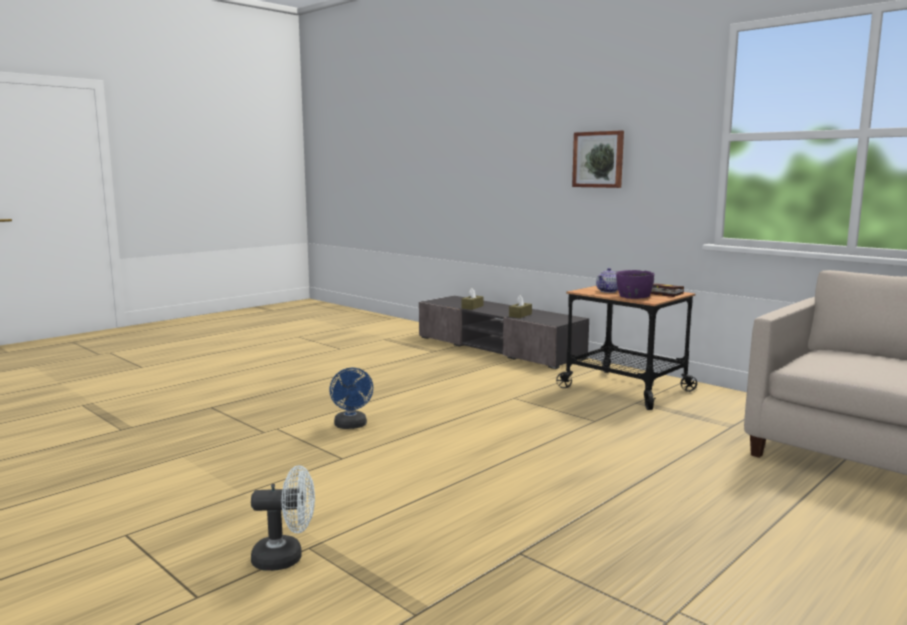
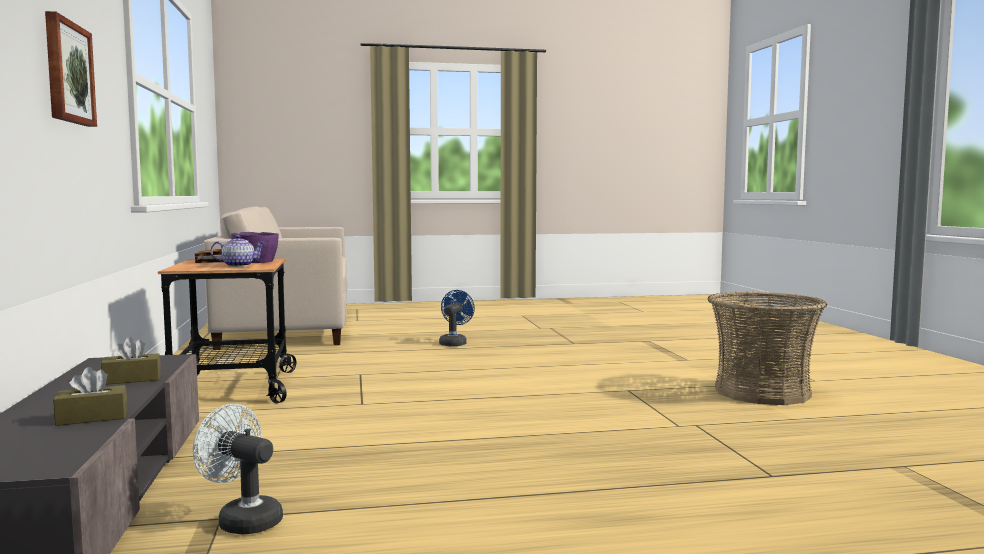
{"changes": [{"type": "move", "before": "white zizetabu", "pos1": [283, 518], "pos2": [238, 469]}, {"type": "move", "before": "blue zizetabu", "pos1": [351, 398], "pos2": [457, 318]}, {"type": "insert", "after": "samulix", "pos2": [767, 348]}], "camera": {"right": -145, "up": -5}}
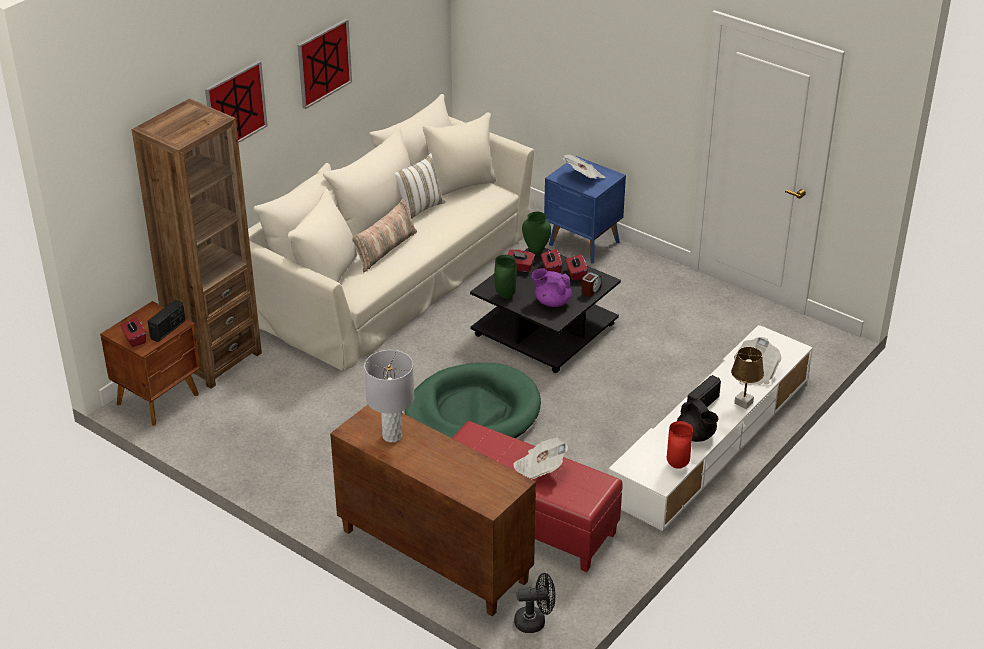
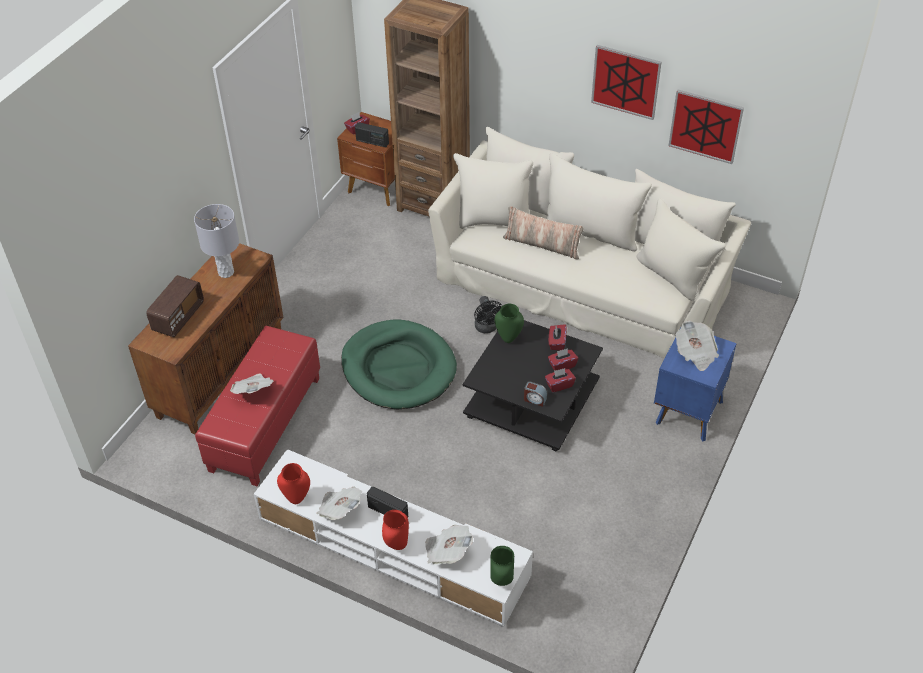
{"changes": [{"type": "move", "before": "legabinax", "pos1": [236, 101], "pos2": [706, 127]}, {"type": "delete", "before": "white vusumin", "pos1": [420, 186]}, {"type": "move", "before": "black zizetabu", "pos1": [535, 603], "pos2": [488, 314]}, {"type": "move", "before": "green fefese", "pos1": [536, 233], "pos2": [502, 566]}, {"type": "delete", "before": "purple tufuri", "pos1": [552, 287]}, {"type": "replace", "before": "black tufuri", "after": "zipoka", "pos1": [697, 421], "pos2": [339, 503]}, {"type": "replace", "before": "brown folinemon", "after": "red fefese", "pos1": [747, 378], "pos2": [395, 530]}, {"type": "insert", "after": "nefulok", "pos2": [175, 306]}], "camera": {"right": 80, "up": 10}}
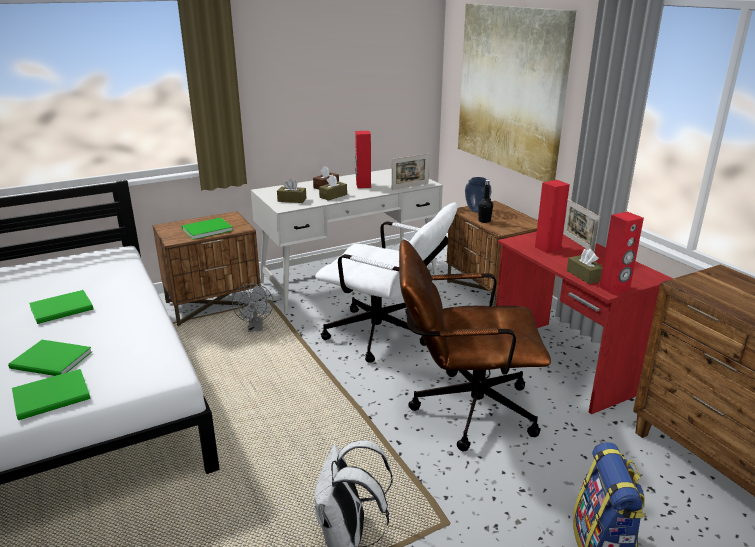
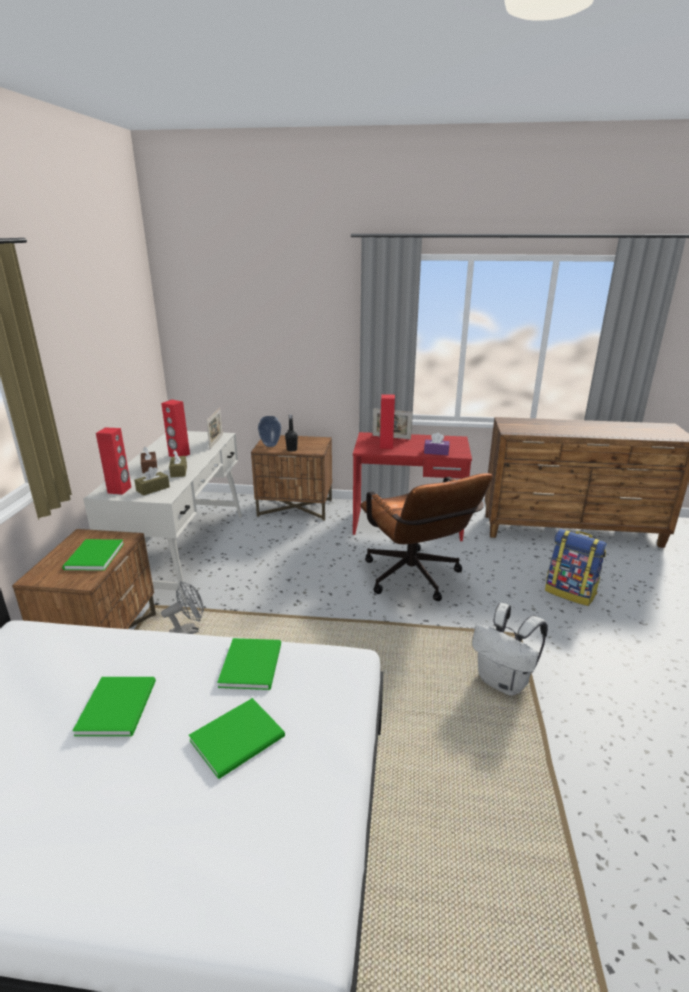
{"changes": [{"type": "move", "before": "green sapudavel", "pos1": [51, 394], "pos2": [249, 664]}, {"type": "rotate", "before": "grey zizetabu", "pos1": [253, 307], "pos2": [182, 607], "turn": -60}, {"type": "delete", "before": "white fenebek", "pos1": [386, 282]}, {"type": "rotate", "before": "brown fenebek", "pos1": [475, 345], "pos2": [426, 537], "turn": -60}, {"type": "delete", "before": "legabinax", "pos1": [517, 92]}, {"type": "recolor", "before": "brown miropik", "after": "purple miropik", "pos1": [585, 266], "pos2": [437, 443]}, {"type": "move", "before": "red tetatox", "pos1": [621, 253], "pos2": [113, 461]}], "camera": {"right": -55, "up": 0}}
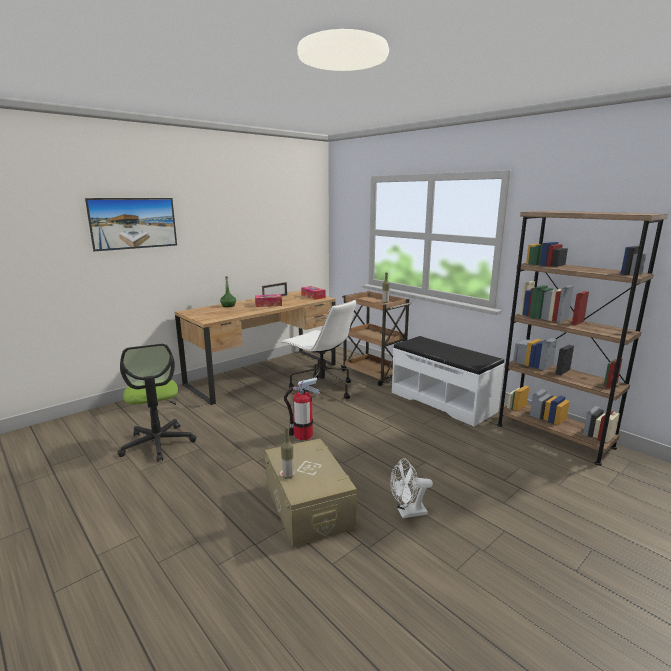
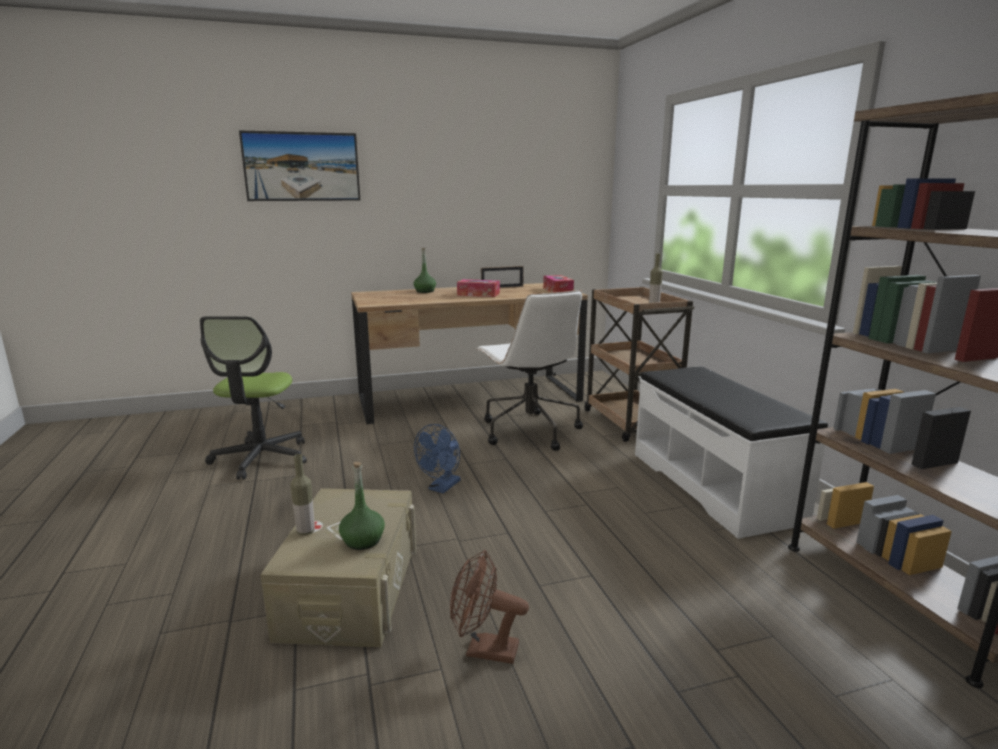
{"changes": [{"type": "replace", "before": "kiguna", "after": "blue zizetabu", "pos1": [302, 408], "pos2": [437, 458]}, {"type": "recolor", "before": "white zizetabu", "after": "brown zizetabu", "pos1": [412, 488], "pos2": [489, 607]}, {"type": "insert", "after": "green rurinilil", "pos2": [362, 506]}], "camera": {"right": 25, "up": 0}}
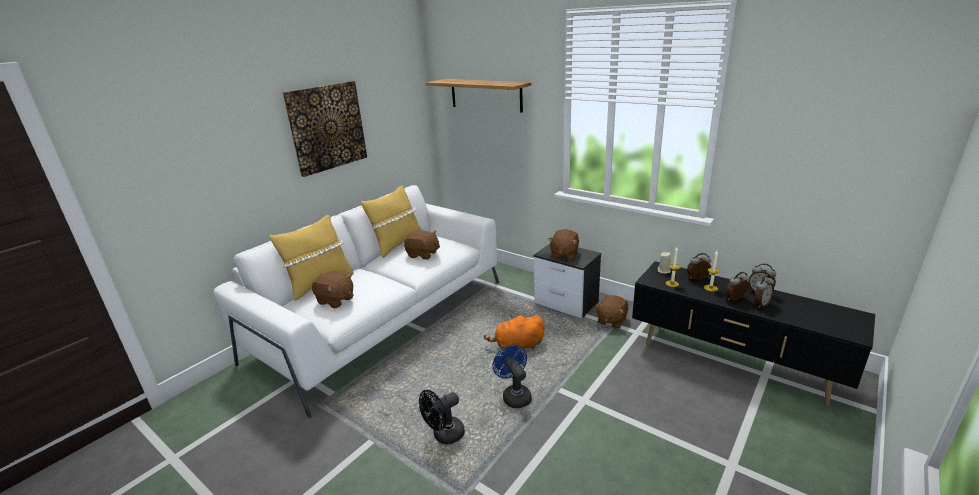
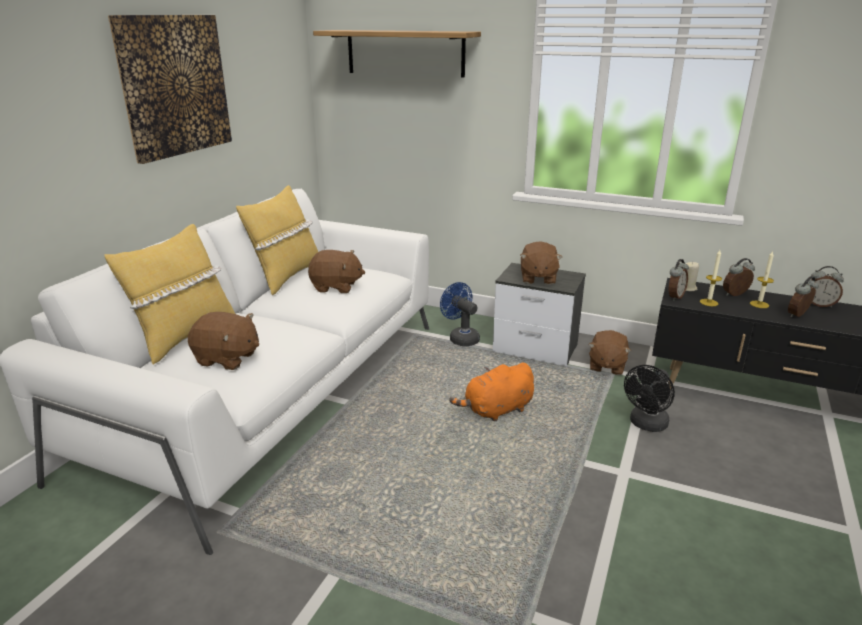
{"changes": [{"type": "move", "before": "black zizetabu", "pos1": [442, 417], "pos2": [649, 398]}, {"type": "move", "before": "blue zizetabu", "pos1": [512, 376], "pos2": [460, 314]}, {"type": "move", "before": "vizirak", "pos1": [764, 291], "pos2": [679, 280]}], "camera": {"right": -15, "up": 0}}
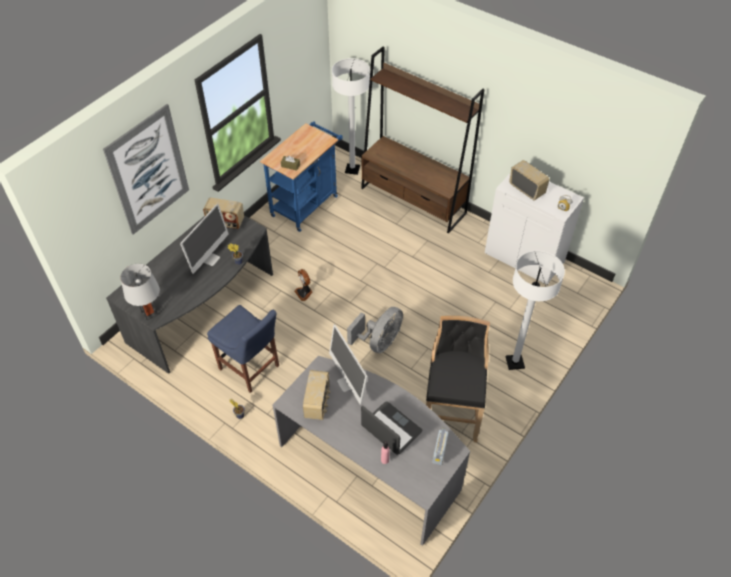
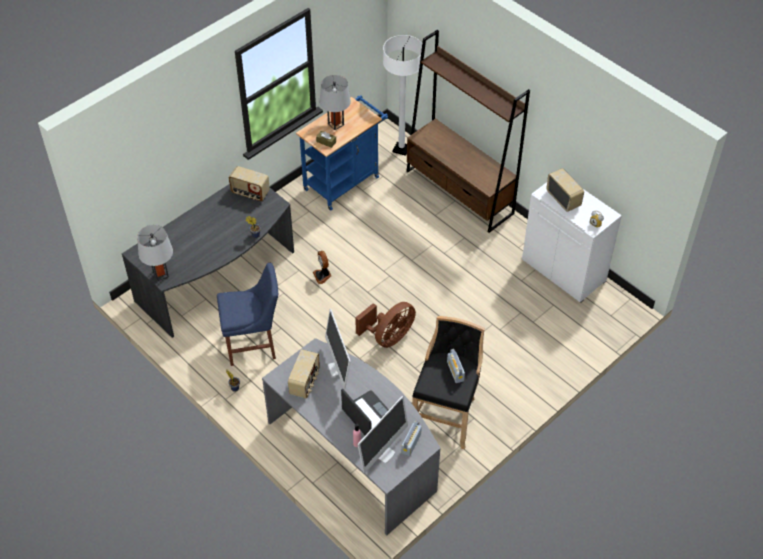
{"changes": [{"type": "delete", "before": "legabinax", "pos1": [146, 169]}, {"type": "move", "before": "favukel", "pos1": [204, 239], "pos2": [383, 434]}, {"type": "rotate", "before": "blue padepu", "pos1": [243, 349], "pos2": [247, 314], "turn": -60}, {"type": "recolor", "before": "grey zizetabu", "after": "brown zizetabu", "pos1": [375, 330], "pos2": [385, 325]}, {"type": "delete", "before": "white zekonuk", "pos1": [535, 310]}, {"type": "insert", "after": "grey folinemon", "pos2": [335, 102]}, {"type": "insert", "after": "nefulok", "pos2": [456, 366]}], "camera": {"right": 10, "up": 0}}
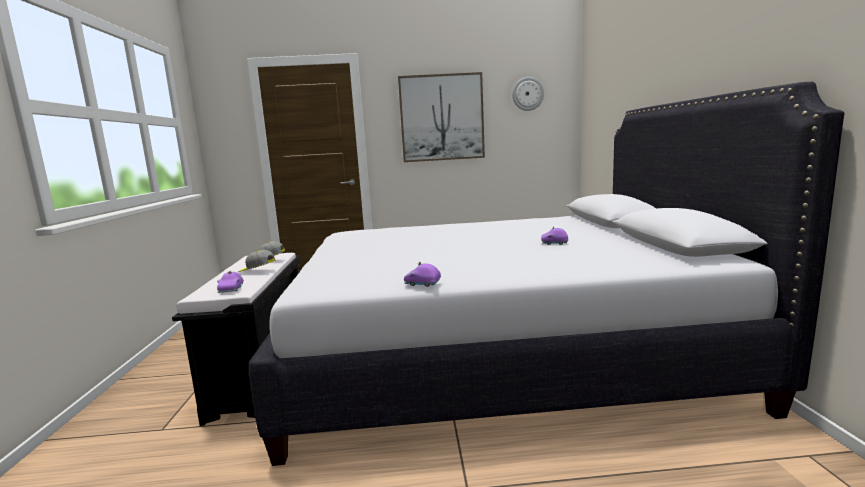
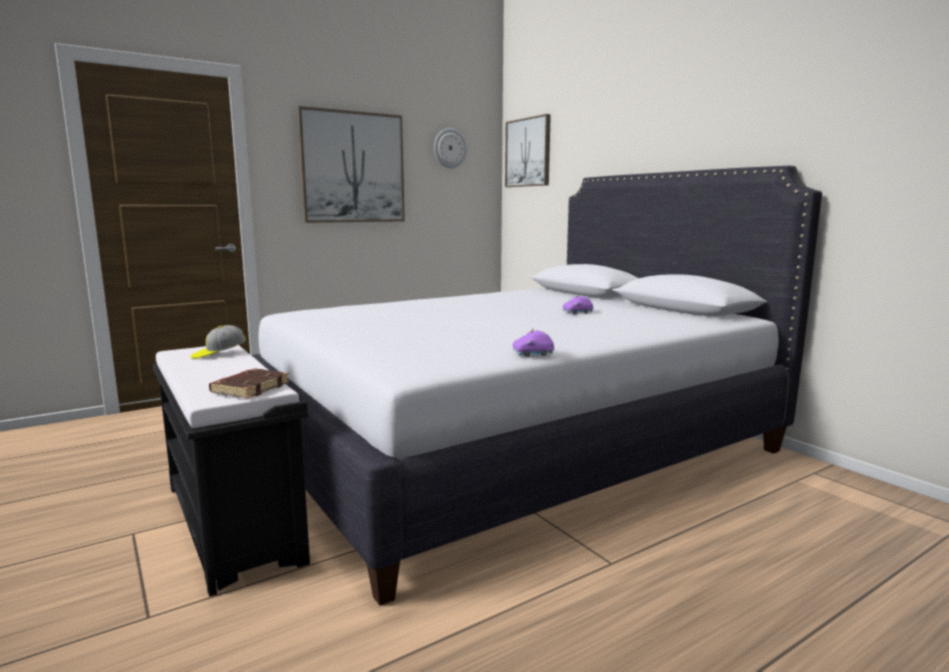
{"changes": [{"type": "replace", "before": "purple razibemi", "after": "brown sapudavel", "pos1": [230, 282], "pos2": [249, 383]}, {"type": "delete", "before": "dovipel", "pos1": [257, 261]}, {"type": "insert", "after": "legabinax", "pos2": [528, 150]}], "camera": {"right": -30, "up": 0}}
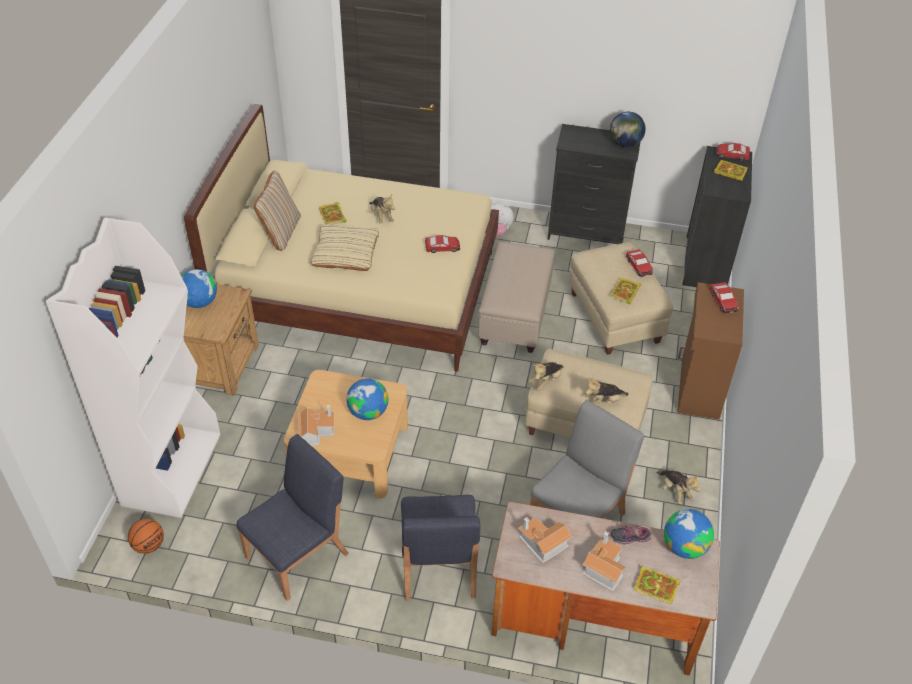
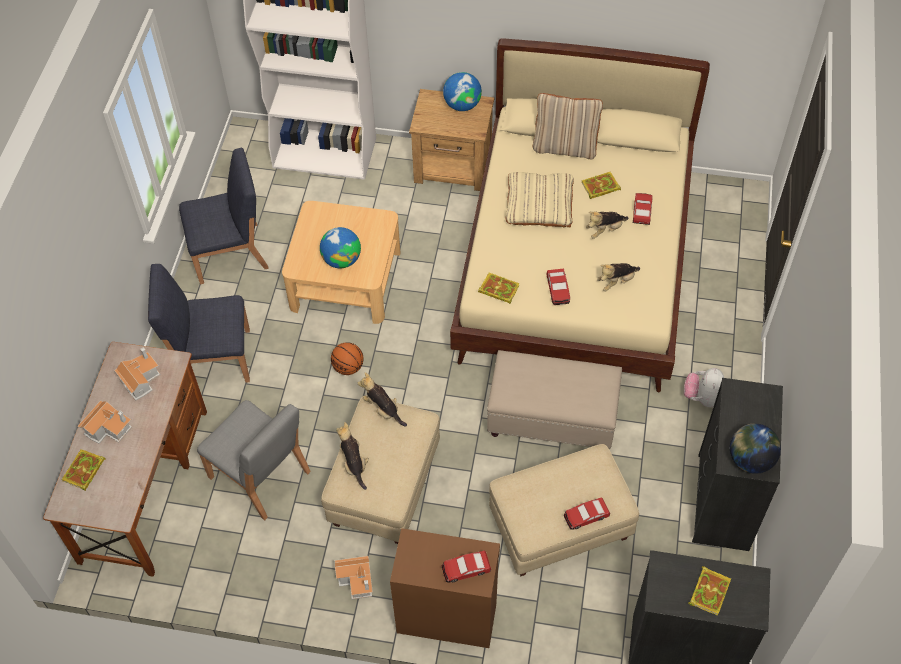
{"changes": [{"type": "move", "before": "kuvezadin", "pos1": [146, 536], "pos2": [347, 358]}, {"type": "rotate", "before": "blue padepu", "pos1": [293, 517], "pos2": [224, 216], "turn": -60}, {"type": "move", "before": "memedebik", "pos1": [316, 425], "pos2": [354, 577]}, {"type": "move", "before": "sapudavel", "pos1": [626, 291], "pos2": [498, 288]}, {"type": "delete", "before": "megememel", "pos1": [631, 534]}, {"type": "move", "before": "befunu", "pos1": [679, 487], "pos2": [618, 277]}, {"type": "delete", "before": "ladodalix", "pos1": [689, 534]}, {"type": "move", "before": "razibemi", "pos1": [733, 152], "pos2": [643, 209]}], "camera": {"right": 90, "up": 10}}
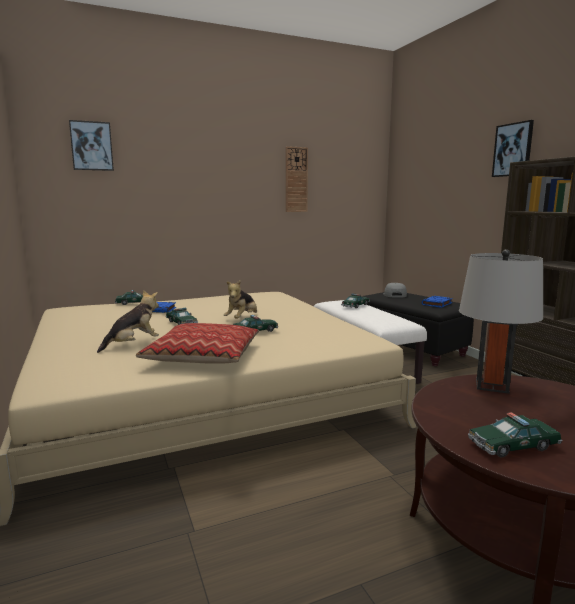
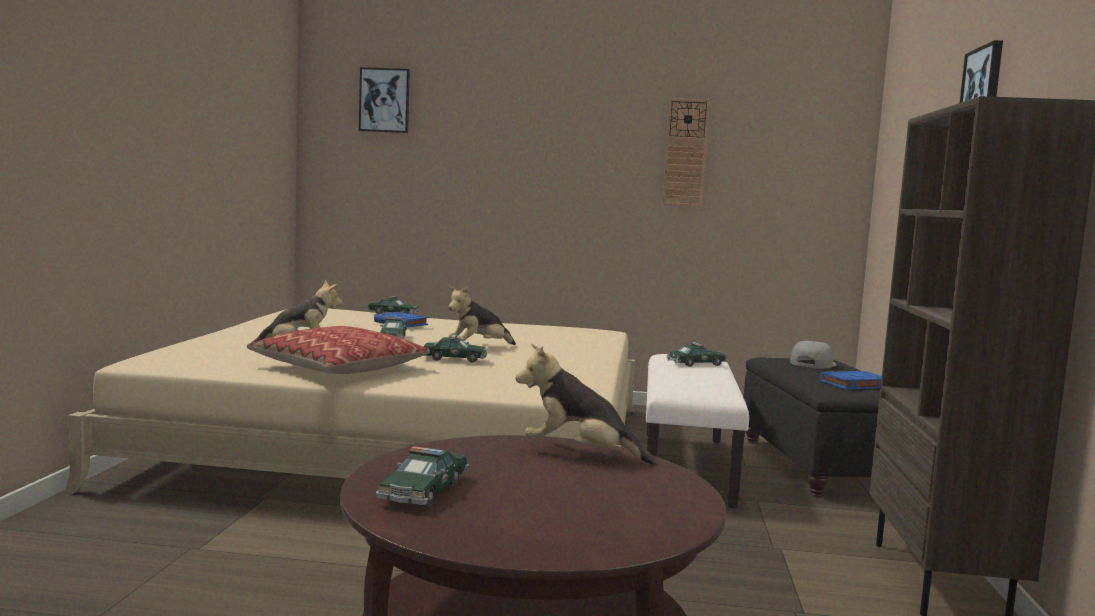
{"changes": [{"type": "replace", "before": "grey folinemon", "after": "befunu", "pos1": [501, 321], "pos2": [586, 404]}, {"type": "rotate", "before": "razibemi", "pos1": [515, 435], "pos2": [422, 476], "turn": -90}], "camera": {"right": 30, "up": -5}}
